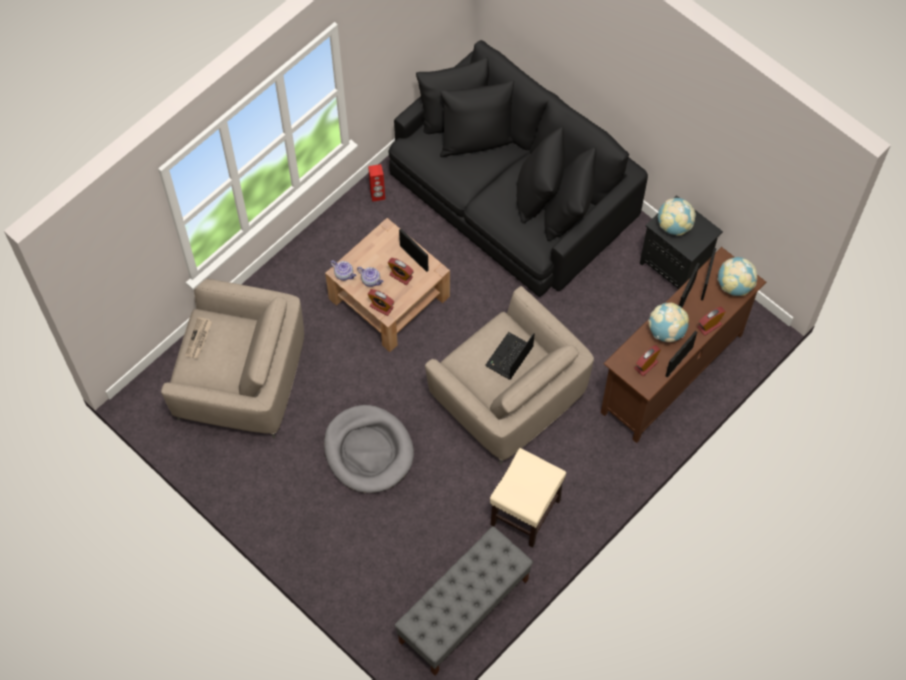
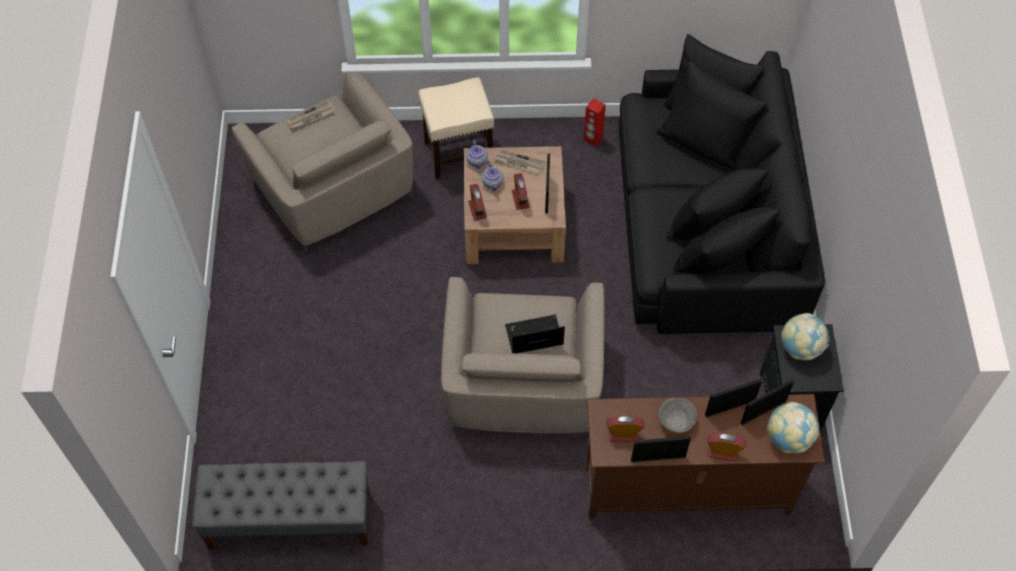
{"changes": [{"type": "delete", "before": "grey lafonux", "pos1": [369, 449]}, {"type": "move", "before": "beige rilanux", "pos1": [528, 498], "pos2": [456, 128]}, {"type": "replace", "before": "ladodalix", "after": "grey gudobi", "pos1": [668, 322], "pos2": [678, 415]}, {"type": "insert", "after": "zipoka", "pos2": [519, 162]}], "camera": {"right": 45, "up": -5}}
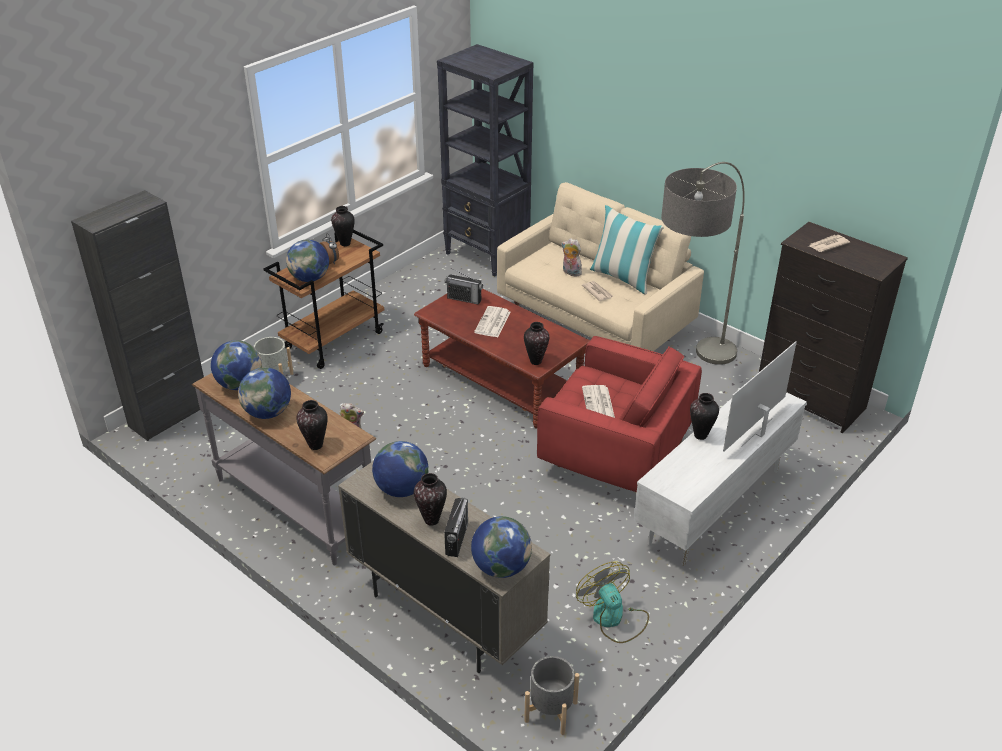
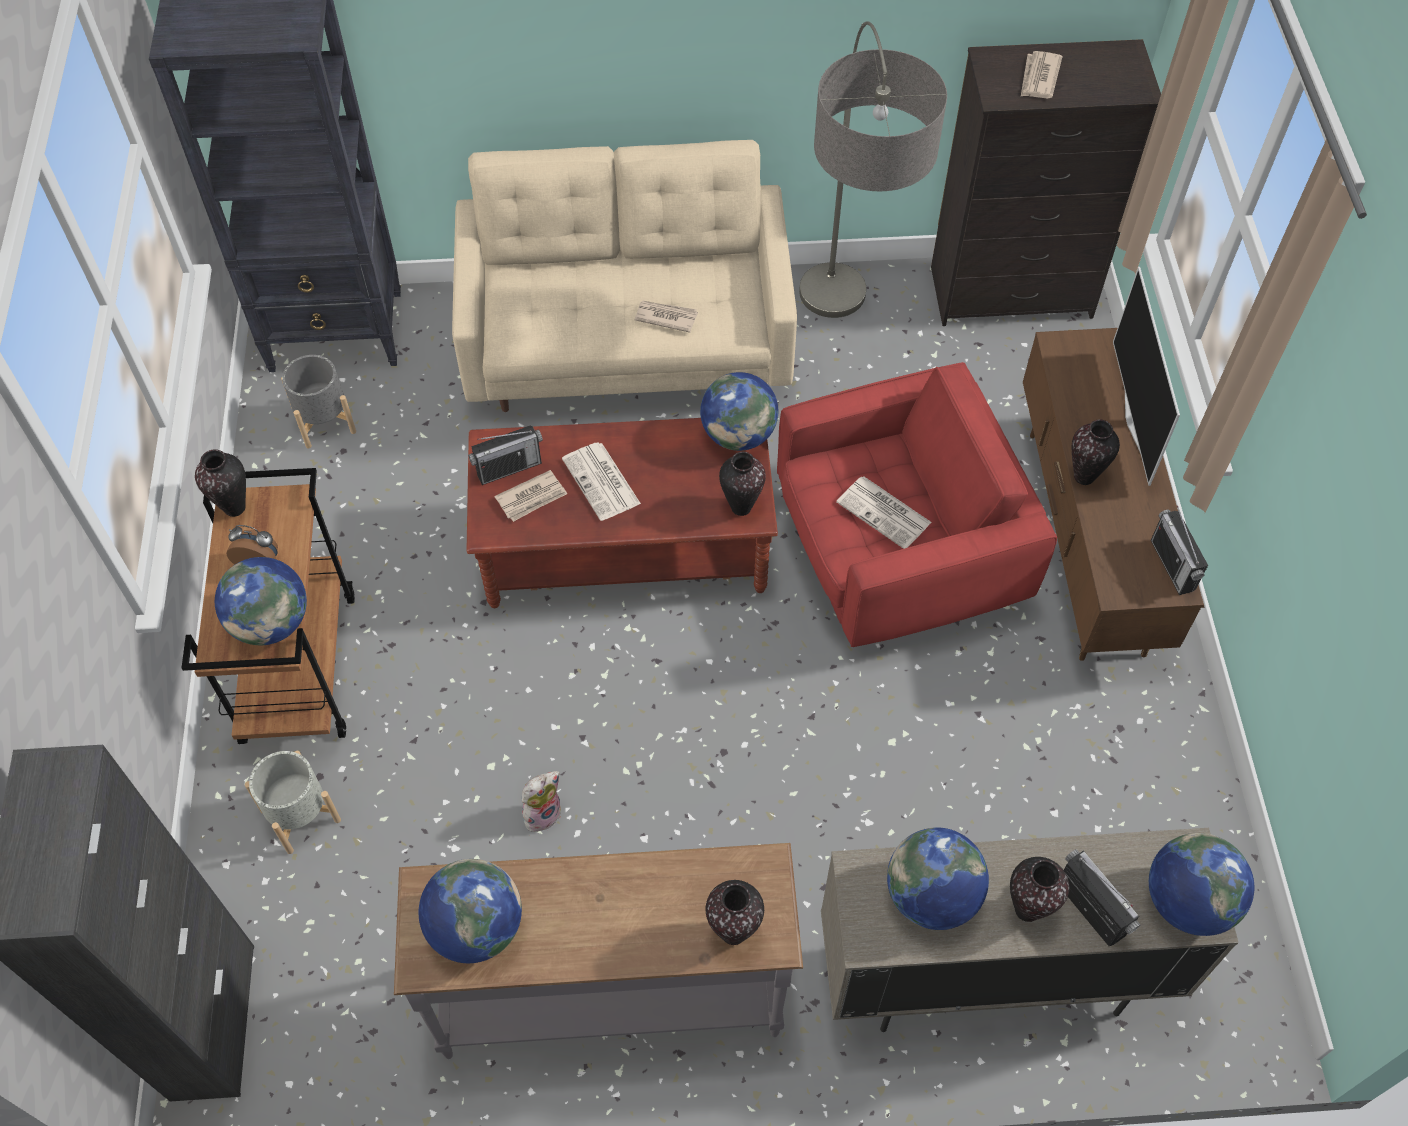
{"changes": [{"type": "move", "before": "ladodalix", "pos1": [264, 393], "pos2": [739, 411]}, {"type": "move", "before": "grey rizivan", "pos1": [551, 695], "pos2": [318, 402]}, {"type": "delete", "before": "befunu", "pos1": [571, 257]}, {"type": "delete", "before": "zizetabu", "pos1": [612, 602]}, {"type": "delete", "before": "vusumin", "pos1": [627, 250]}, {"type": "recolor", "before": "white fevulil", "after": "brown fevulil", "pos1": [720, 479], "pos2": [1114, 494]}, {"type": "insert", "after": "zipoka", "pos2": [531, 496]}, {"type": "insert", "after": "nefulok", "pos2": [1179, 550]}], "camera": {"right": -45, "up": 20}}
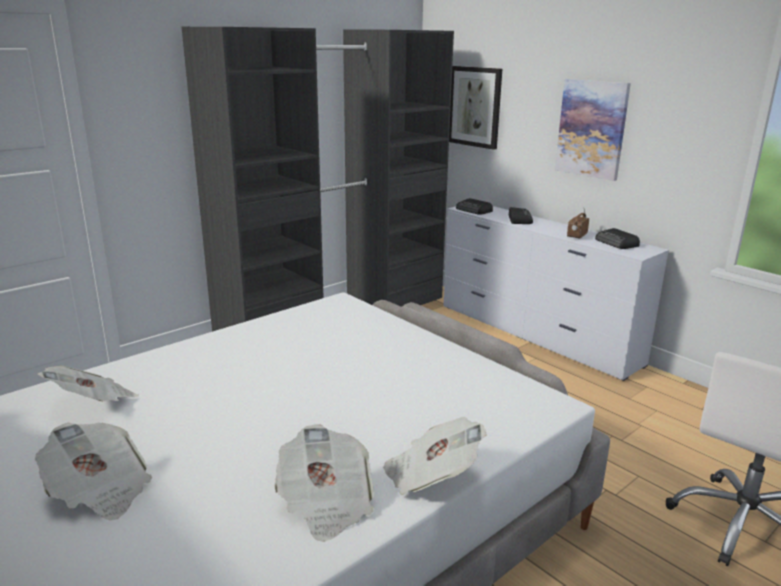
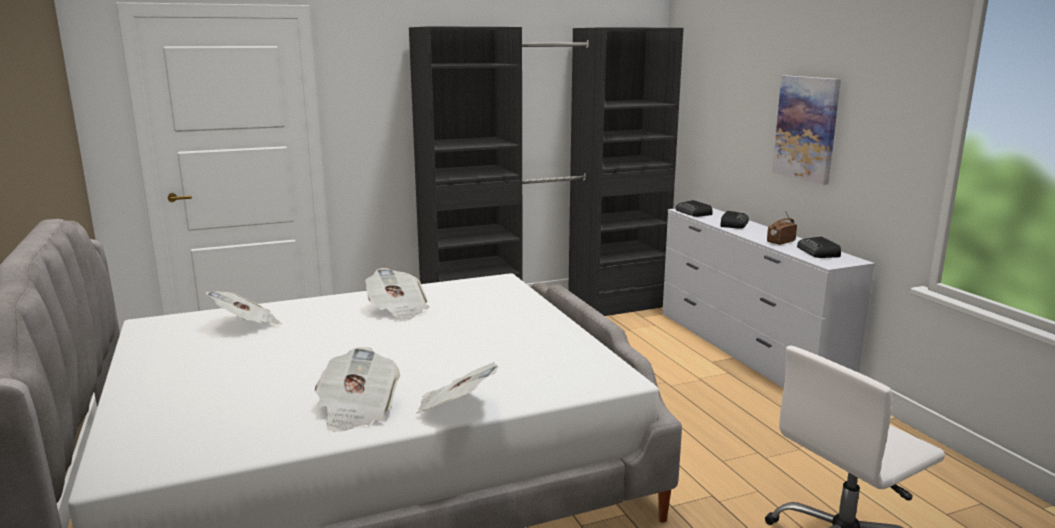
{"changes": [{"type": "move", "before": "zipoka", "pos1": [93, 471], "pos2": [397, 294]}, {"type": "delete", "before": "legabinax", "pos1": [475, 108]}], "camera": {"right": 20, "up": -5}}
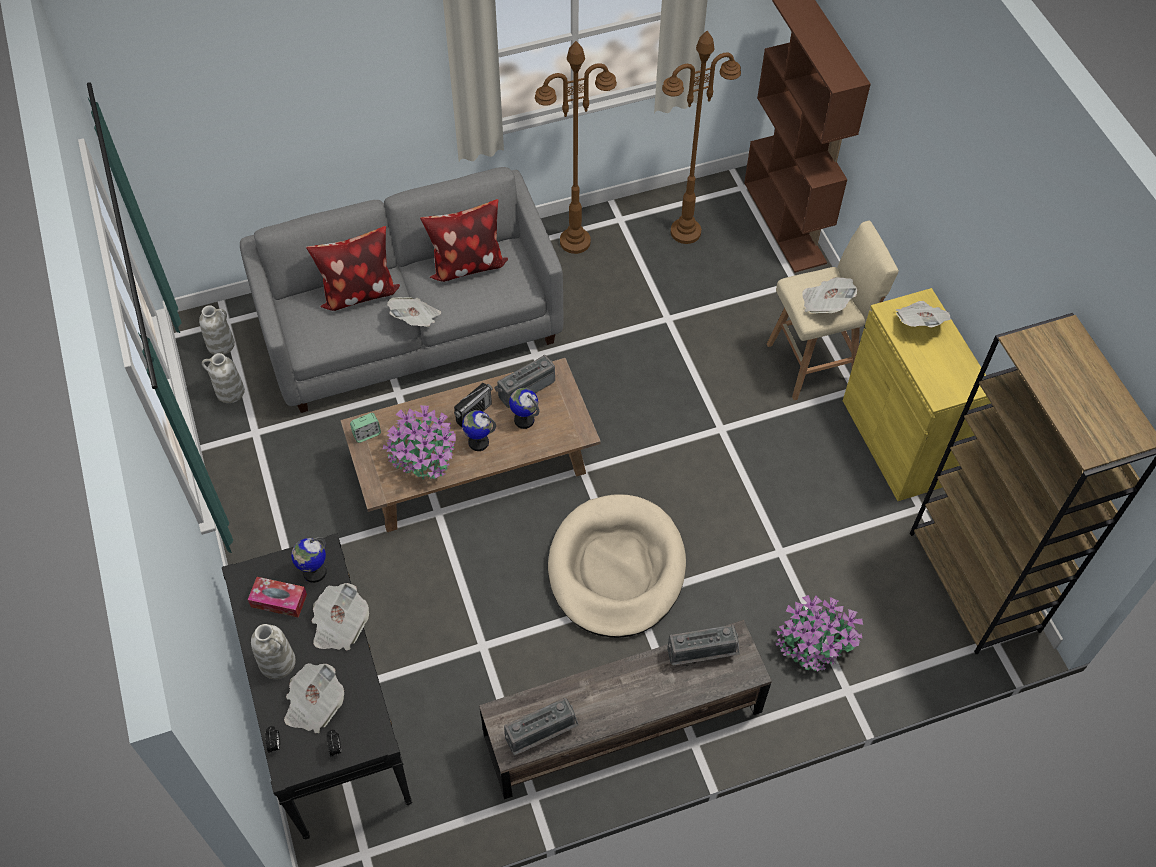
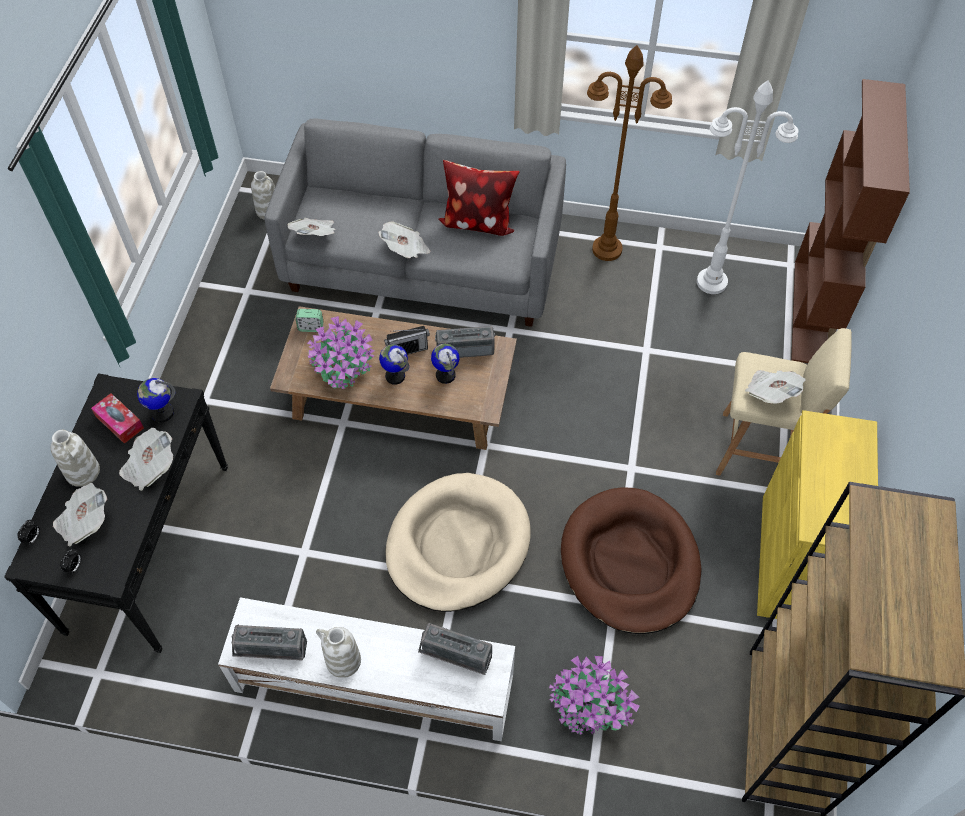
{"changes": [{"type": "move", "before": "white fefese", "pos1": [223, 378], "pos2": [338, 652]}, {"type": "delete", "before": "vusumin", "pos1": [353, 268]}, {"type": "recolor", "before": "brown fevulil", "after": "white fevulil", "pos1": [625, 709], "pos2": [366, 669]}, {"type": "recolor", "before": "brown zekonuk", "after": "white zekonuk", "pos1": [701, 137], "pos2": [747, 187]}, {"type": "move", "before": "zipoka", "pos1": [923, 314], "pos2": [311, 227]}, {"type": "insert", "after": "brown lafonux", "pos2": [631, 560]}], "camera": {"right": 30, "up": 0}}
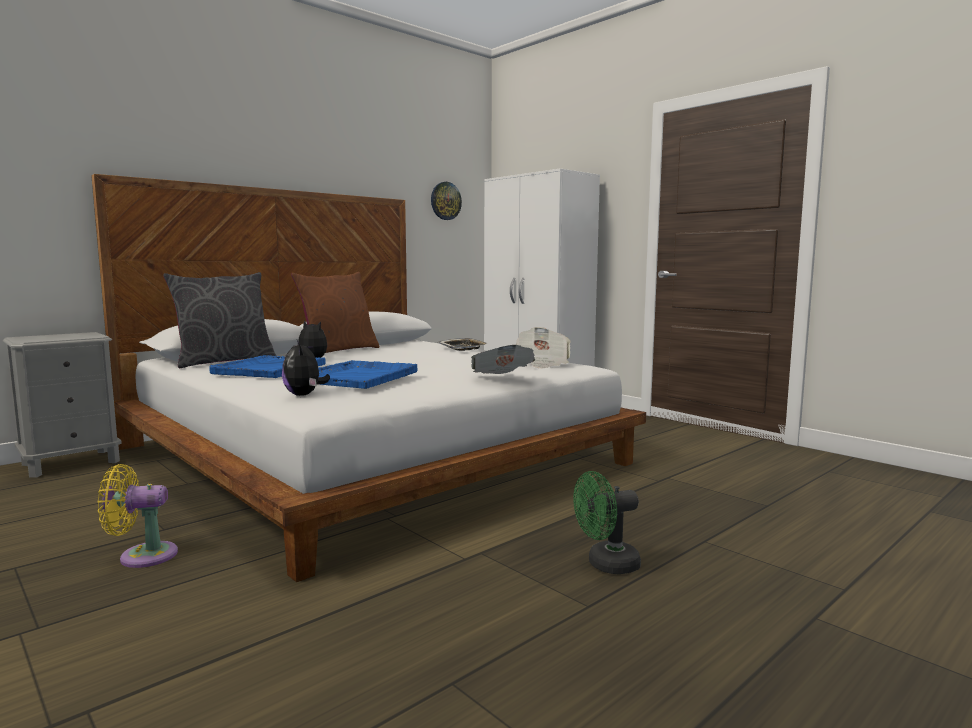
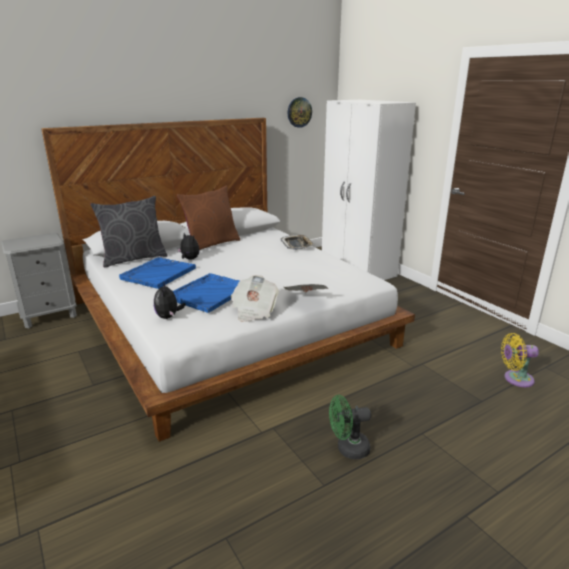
{"changes": [{"type": "move", "before": "yellow zizetabu", "pos1": [137, 516], "pos2": [520, 360]}, {"type": "move", "before": "zipoka", "pos1": [543, 347], "pos2": [255, 298]}], "camera": {"right": 10, "up": 15}}
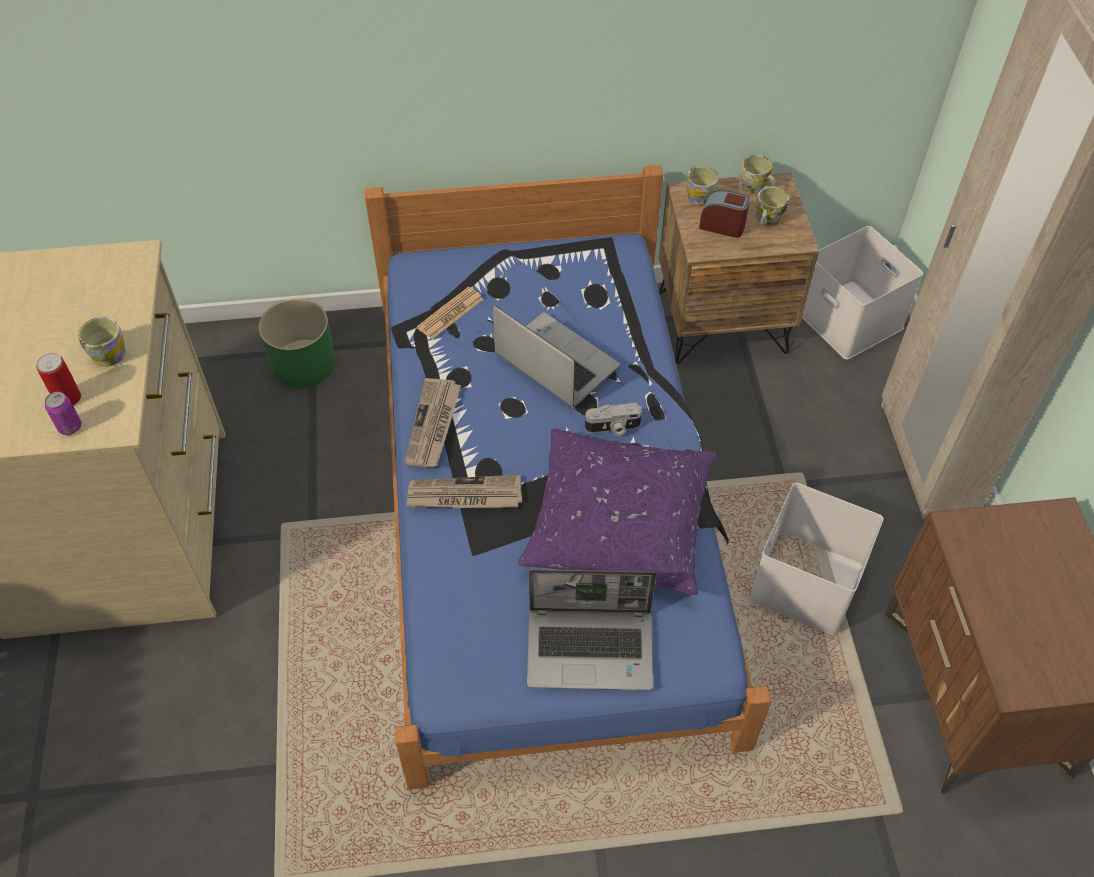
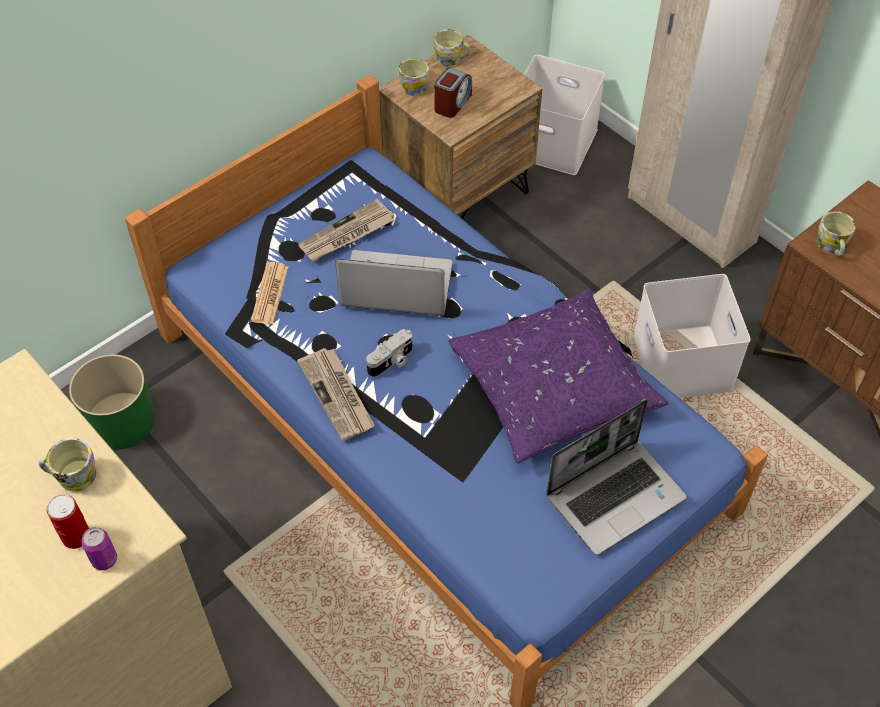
{"changes": [{"type": "move", "before": "zipoka", "pos1": [464, 491], "pos2": [346, 230]}, {"type": "move", "before": "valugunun", "pos1": [613, 419], "pos2": [389, 353]}, {"type": "rotate", "before": "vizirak", "pos1": [724, 214], "pos2": [453, 92], "turn": 135}, {"type": "move", "before": "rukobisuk", "pos1": [772, 206], "pos2": [836, 233]}], "camera": {"right": -35, "up": 0}}
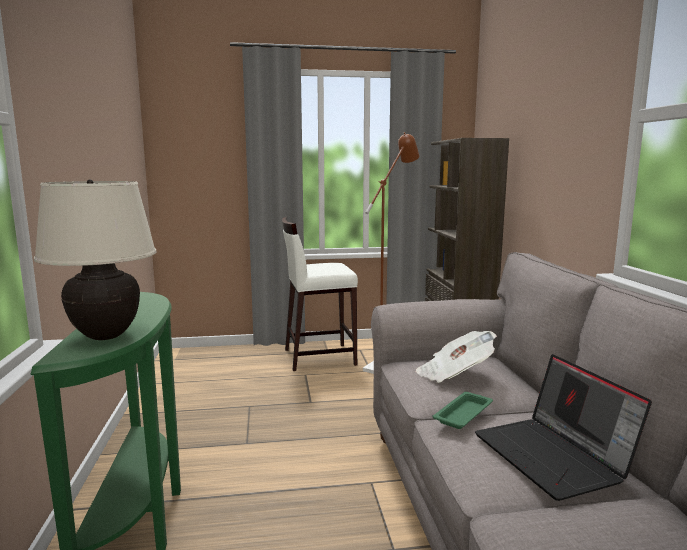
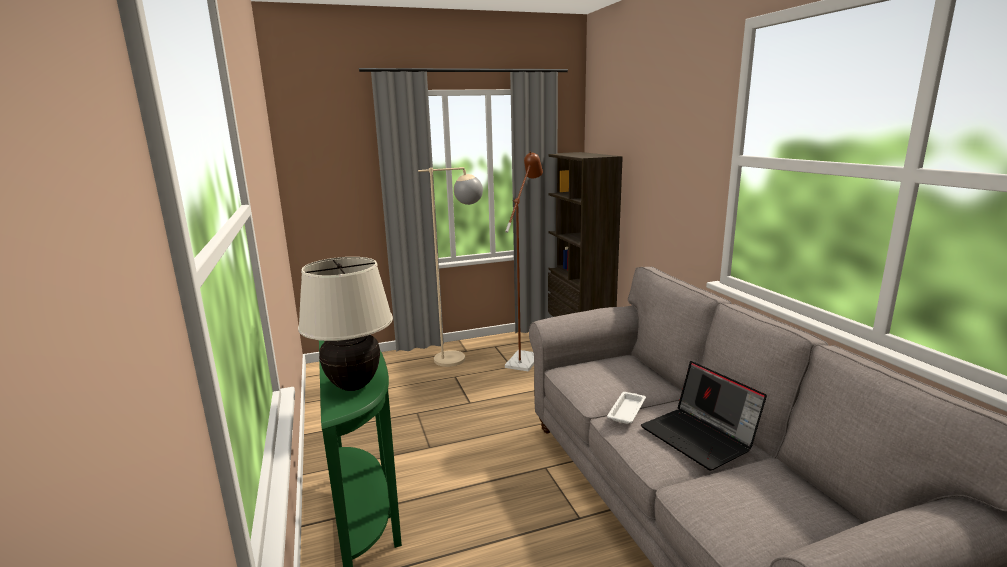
{"changes": [{"type": "replace", "before": "white rilanux", "after": "beige zekonuk", "pos1": [320, 294], "pos2": [450, 267]}, {"type": "delete", "before": "zipoka", "pos1": [456, 357]}, {"type": "recolor", "before": "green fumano", "after": "white fumano", "pos1": [463, 410], "pos2": [626, 408]}], "camera": {"right": -10, "up": 5}}
